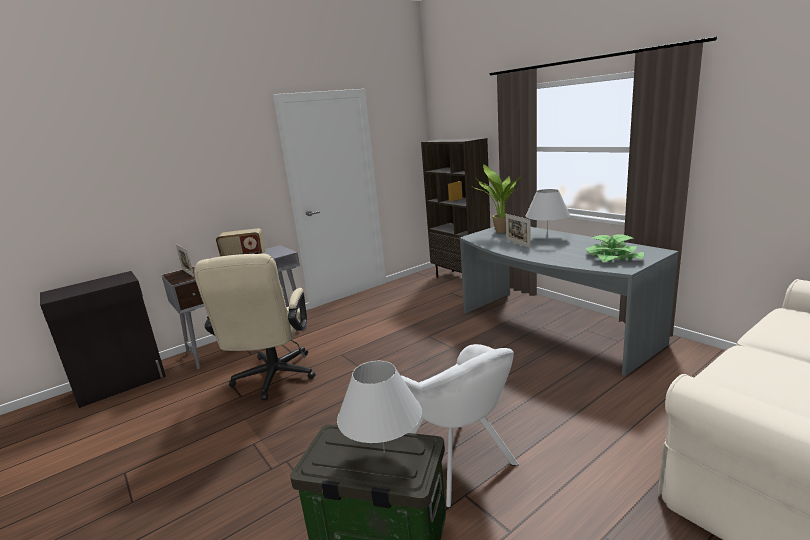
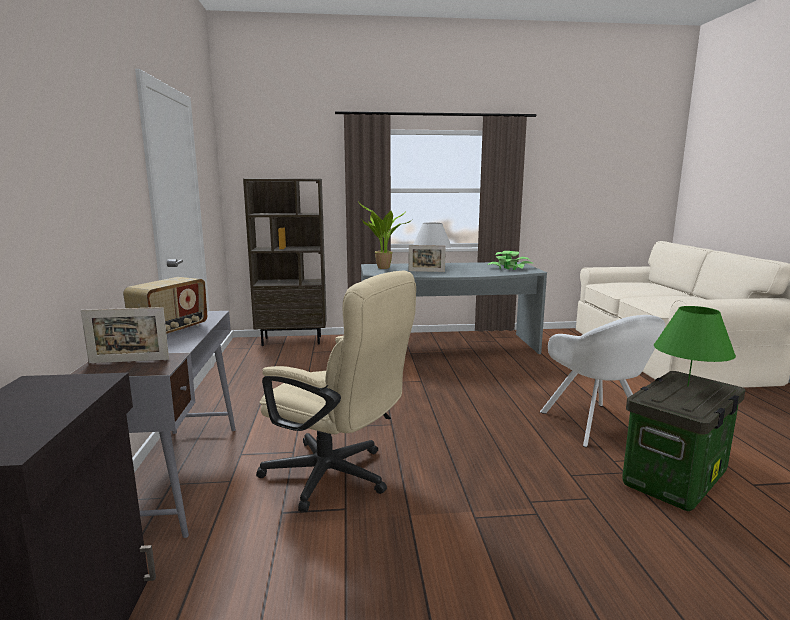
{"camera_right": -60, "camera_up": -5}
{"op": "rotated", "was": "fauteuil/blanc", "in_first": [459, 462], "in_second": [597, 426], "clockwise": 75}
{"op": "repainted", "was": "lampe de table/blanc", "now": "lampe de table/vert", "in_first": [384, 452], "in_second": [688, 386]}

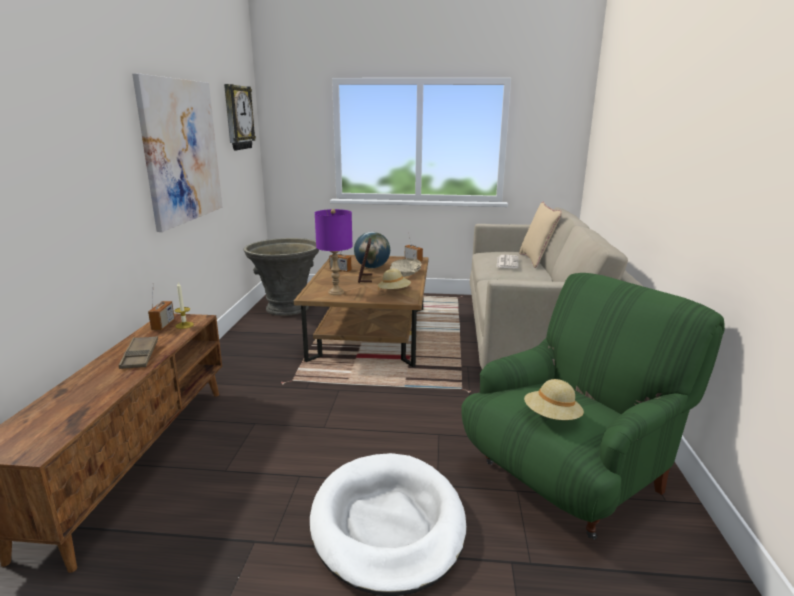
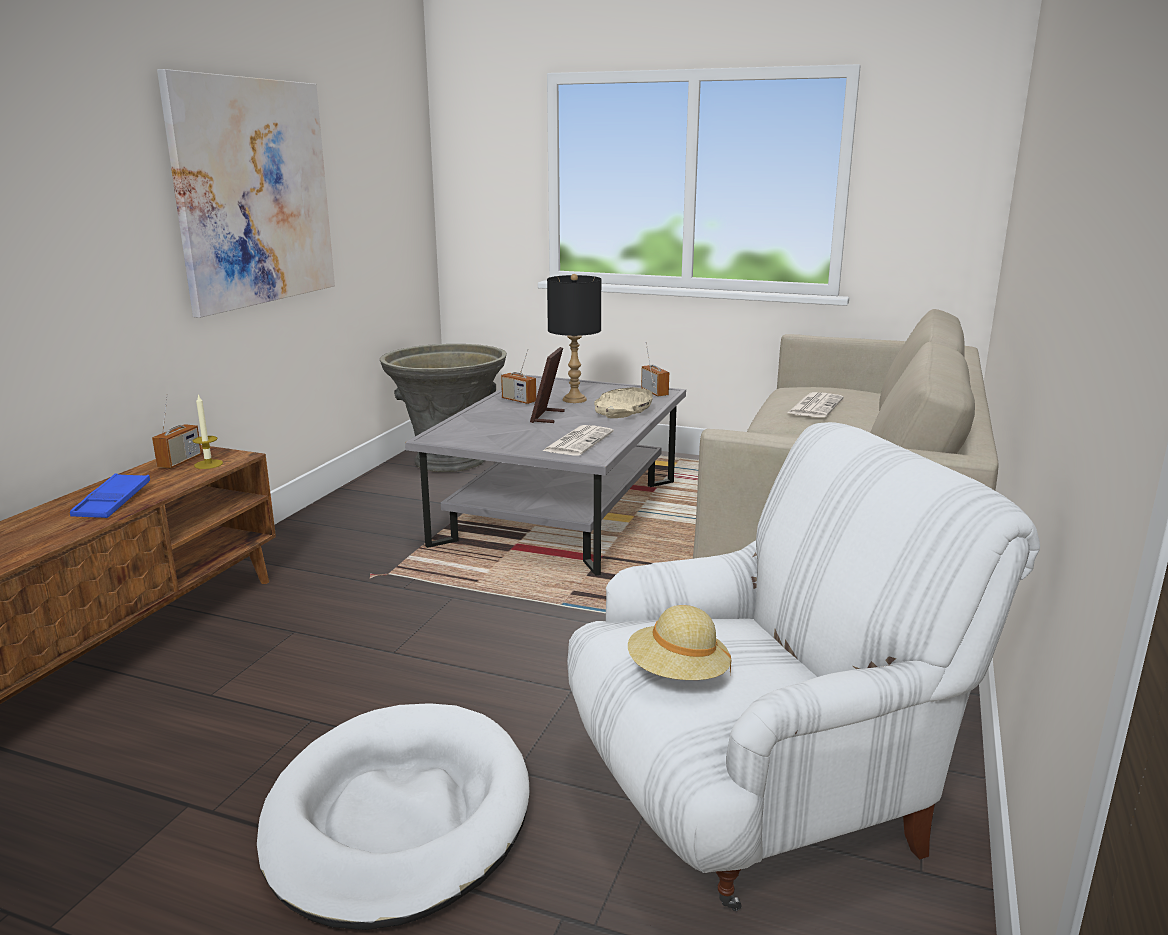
{"camera_right": 15, "camera_up": 0}
{"op": "repainted", "was": "plateau/marron", "now": "plateau/bleu", "in_first": [140, 356], "in_second": [113, 502]}
{"op": "repainted", "was": "table basse/marron", "now": "table basse/gris", "in_first": [370, 333], "in_second": [560, 512]}
{"op": "swapped", "was": "chapeau/beige", "now": "journal", "in_first": [394, 291], "in_second": [578, 441]}
{"op": "swapped", "was": "globe", "now": "lampe de table/noir", "in_first": [372, 267], "in_second": [574, 399]}
{"op": "repainted", "was": "fauteuil/vert", "now": "fauteuil/blanc", "in_first": [569, 477], "in_second": [759, 797]}
{"op": "gone", "was": "horloge murale", "in_first": [237, 117]}
{"op": "gone", "was": "lampe de table/violet", "in_first": [335, 292]}
{"op": "gone", "was": "coussin/beige", "in_first": [536, 260]}

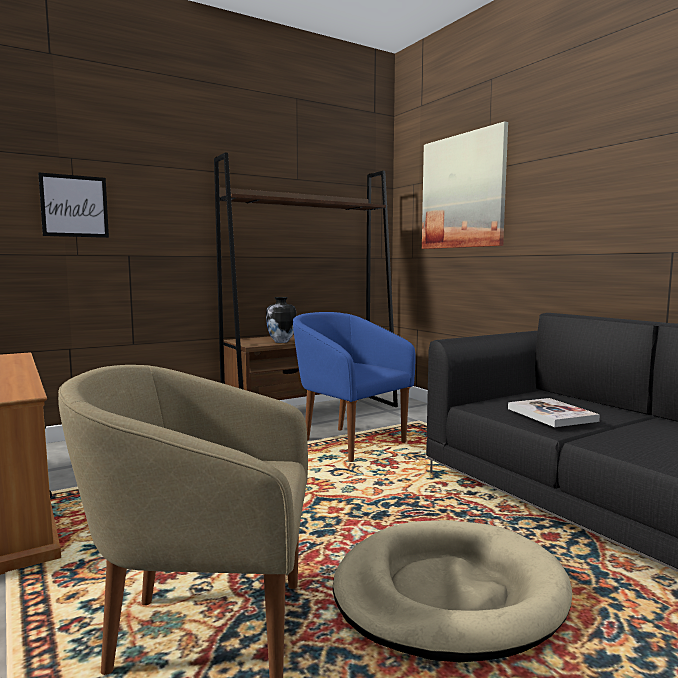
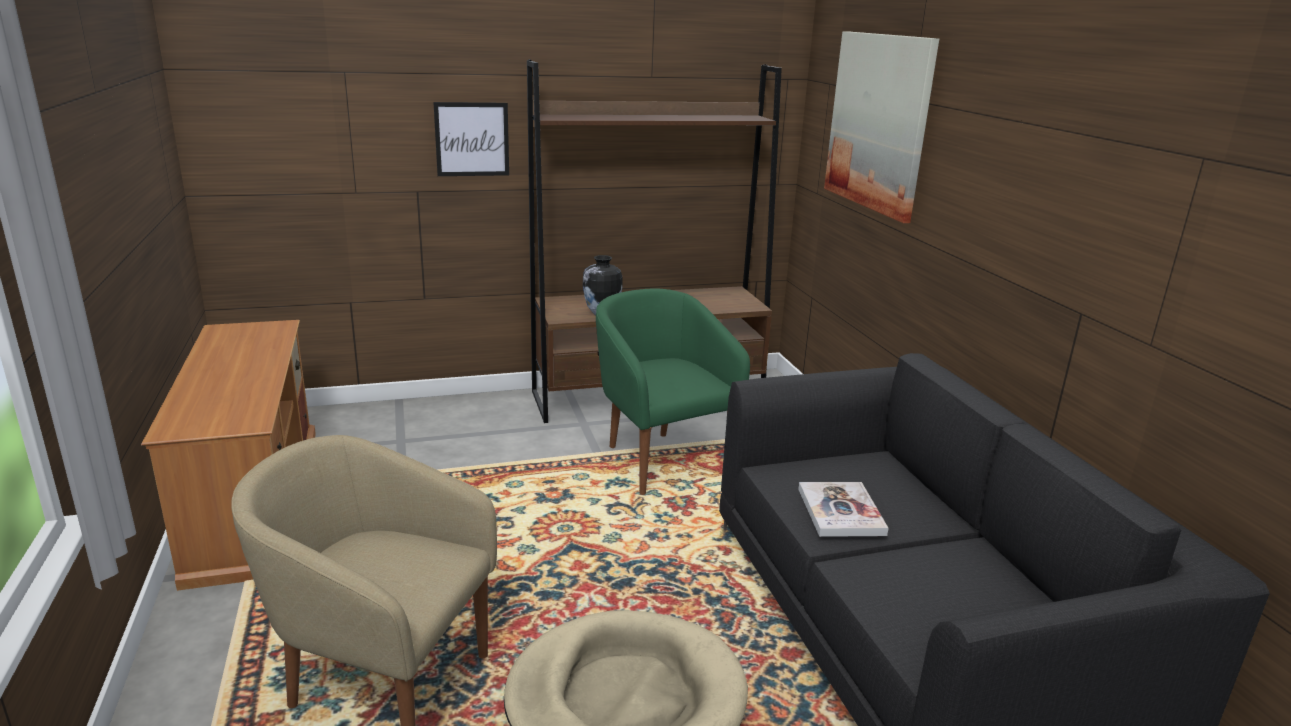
{"camera_right": 15, "camera_up": 15}
{"op": "shifted", "was": "tableau", "in_first": [74, 206], "in_second": [472, 139]}
{"op": "repainted", "was": "fauteuil/bleu", "now": "fauteuil/vert", "in_first": [349, 442], "in_second": [660, 460]}

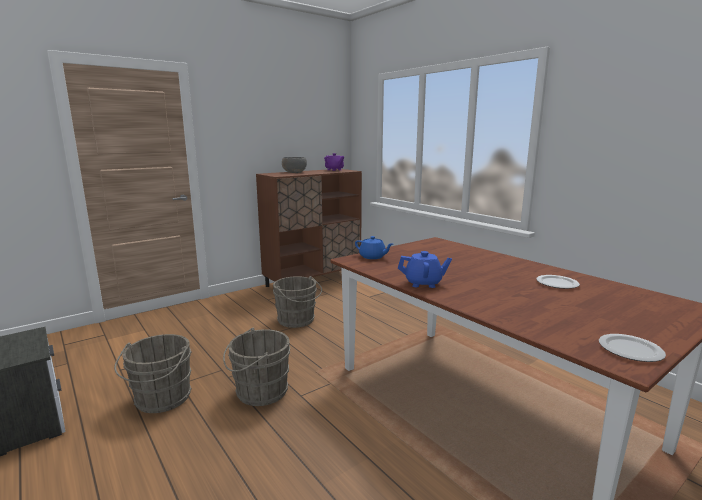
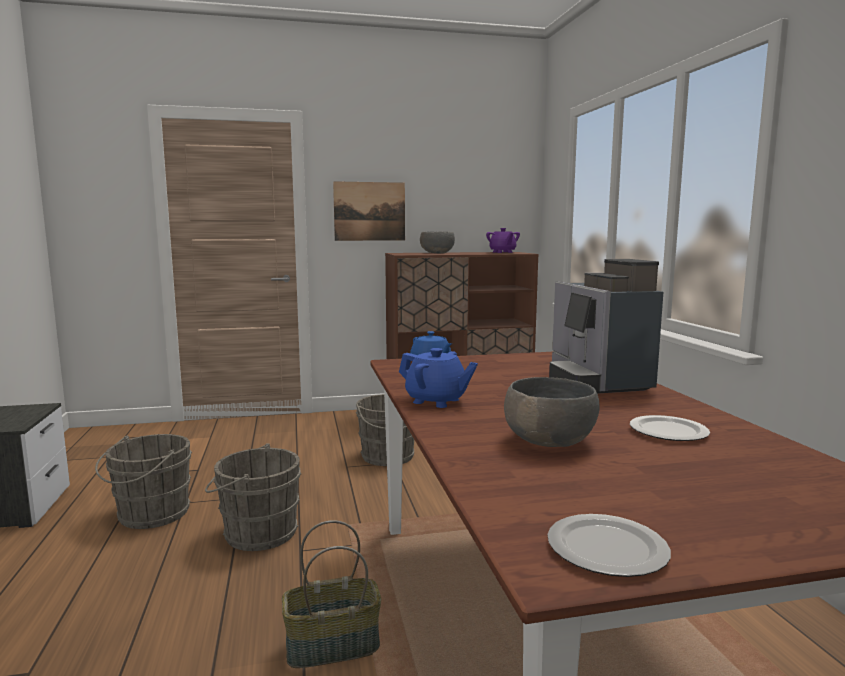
{"camera_right": 25, "camera_up": -5}
{"op": "new", "now": "panier", "in_second": [332, 647]}
{"op": "new", "now": "tableau", "in_second": [369, 211]}
{"op": "new", "now": "bol/gris", "in_second": [548, 441]}
{"op": "new", "now": "machine à café", "in_second": [596, 382]}

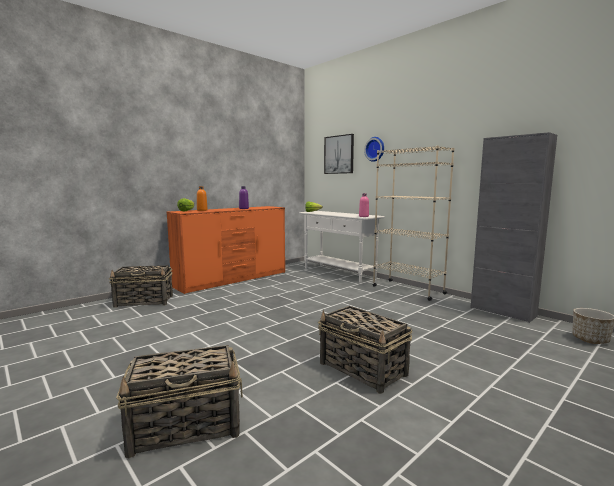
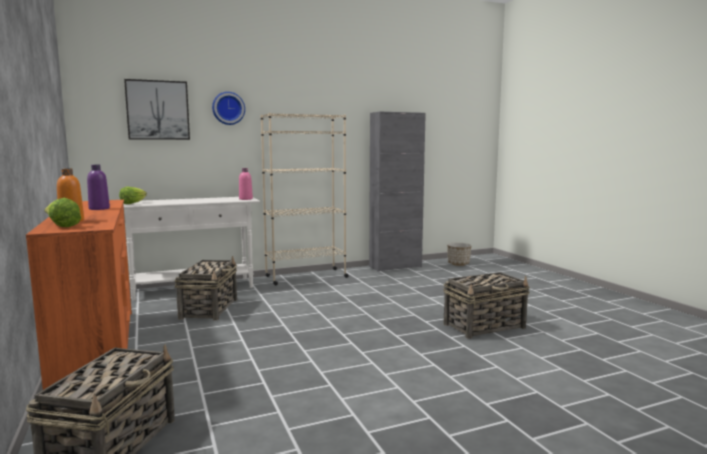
{"camera_right": -70, "camera_up": 0}
{"op": "shifted", "was": "panier", "in_first": [187, 426], "in_second": [209, 308]}

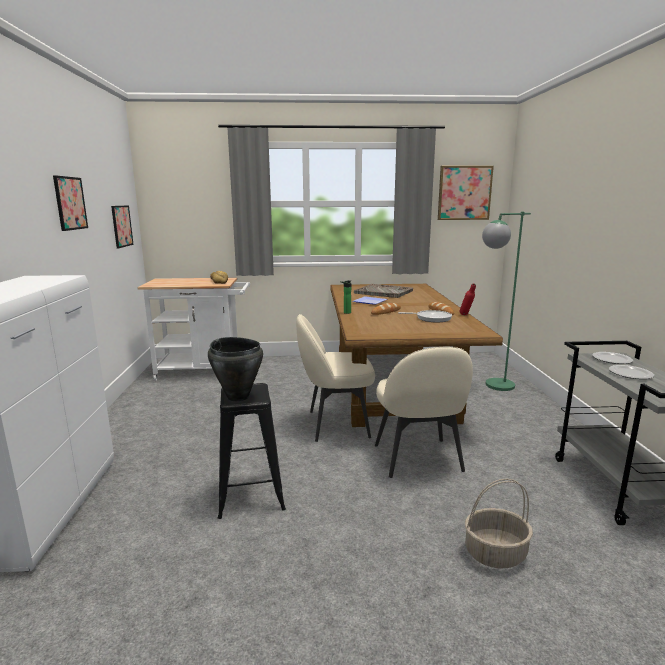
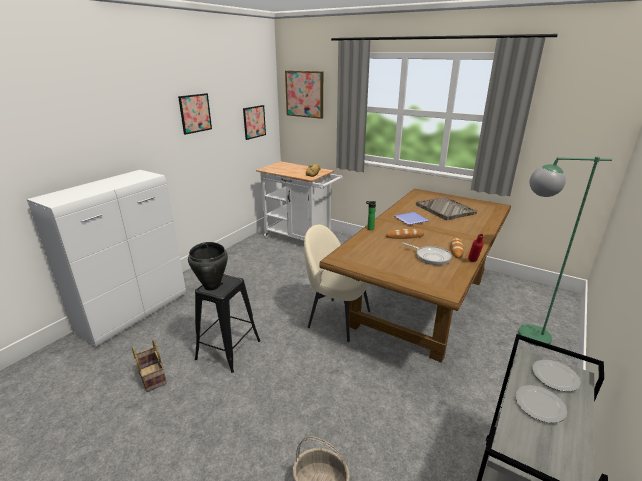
{"camera_right": 35, "camera_up": 10}
{"op": "new", "now": "panier", "in_second": [151, 376]}
{"op": "shifted", "was": "tableau", "in_first": [464, 193], "in_second": [305, 94]}
{"op": "gone", "was": "chaise/beige", "in_first": [418, 459]}

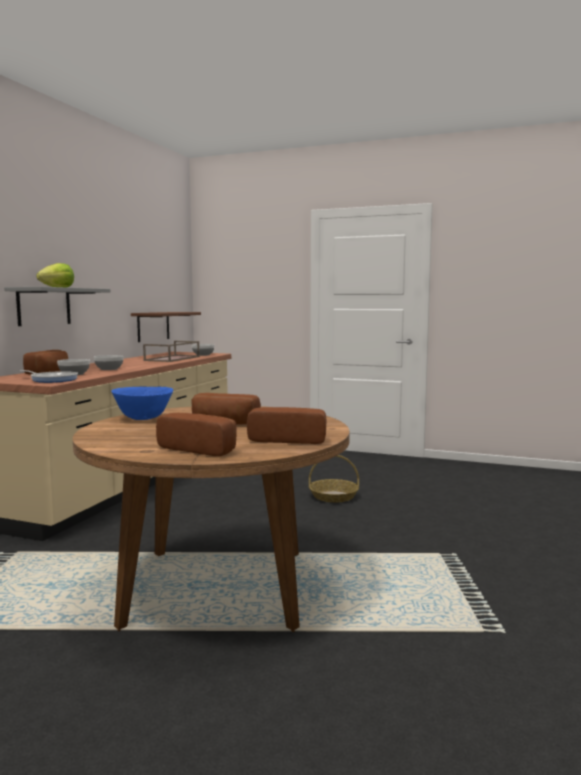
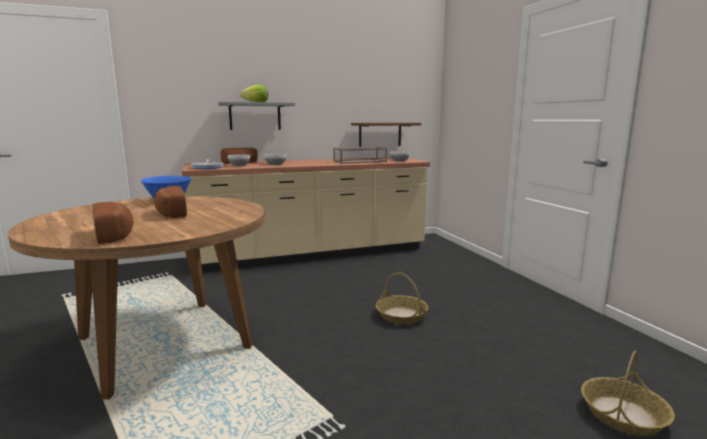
{"camera_right": 50, "camera_up": 5}
{"op": "new", "now": "panier", "in_second": [623, 415]}
{"op": "gone", "was": "pain", "in_first": [200, 449]}

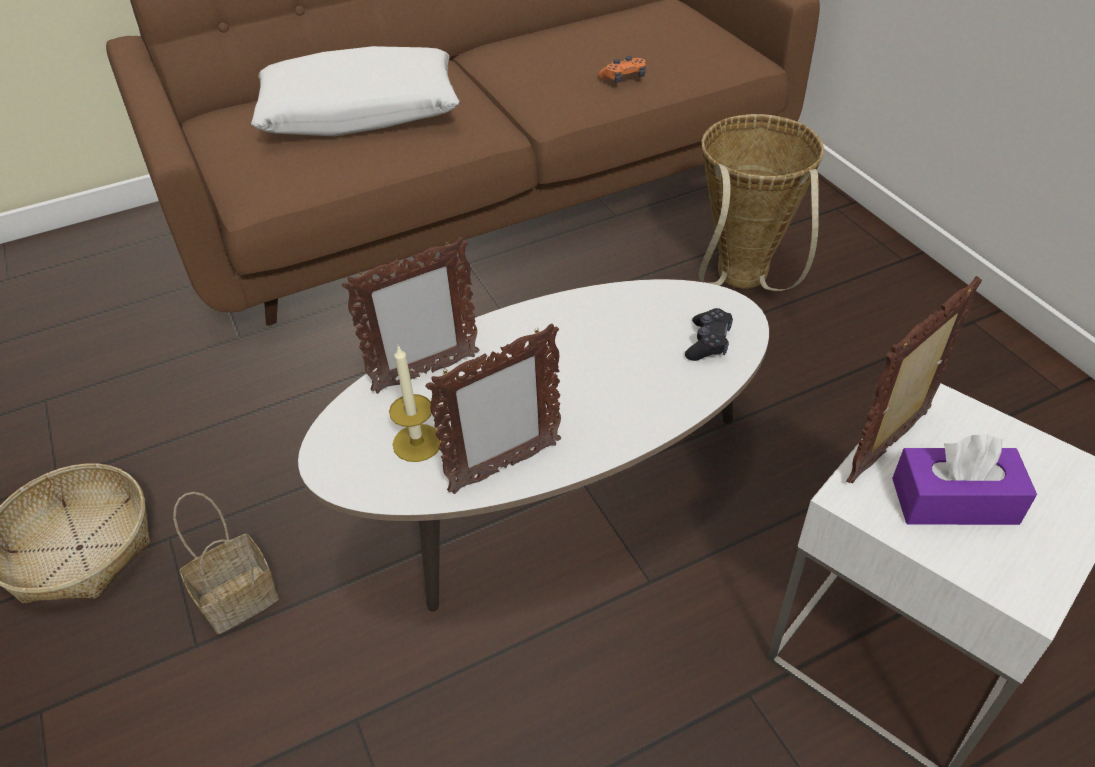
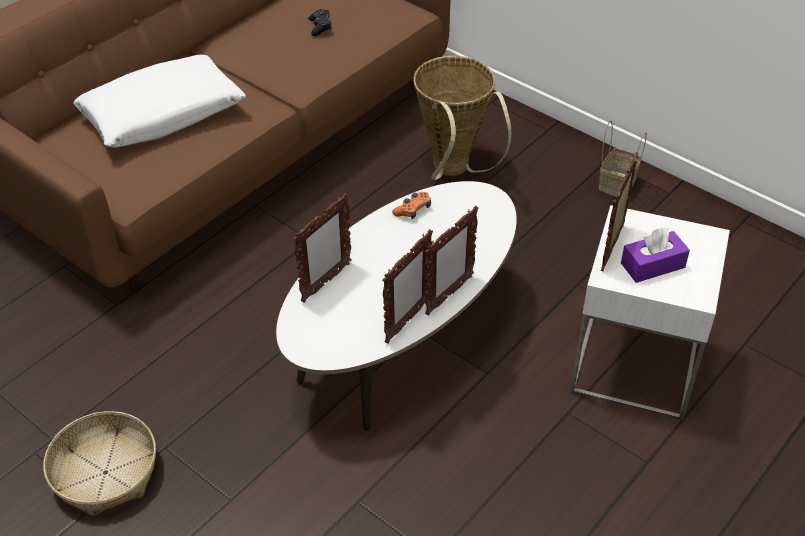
{"camera_right": -25, "camera_up": 0}
{"op": "shifted", "was": "manette/noir", "in_first": [708, 342], "in_second": [320, 27]}
{"op": "shifted", "was": "manette/orange", "in_first": [623, 78], "in_second": [413, 210]}
{"op": "new", "now": "cadre photo", "in_second": [448, 295]}
{"op": "shifted", "was": "panier", "in_first": [240, 596], "in_second": [616, 183]}
{"op": "gone", "was": "bougie", "in_first": [417, 443]}

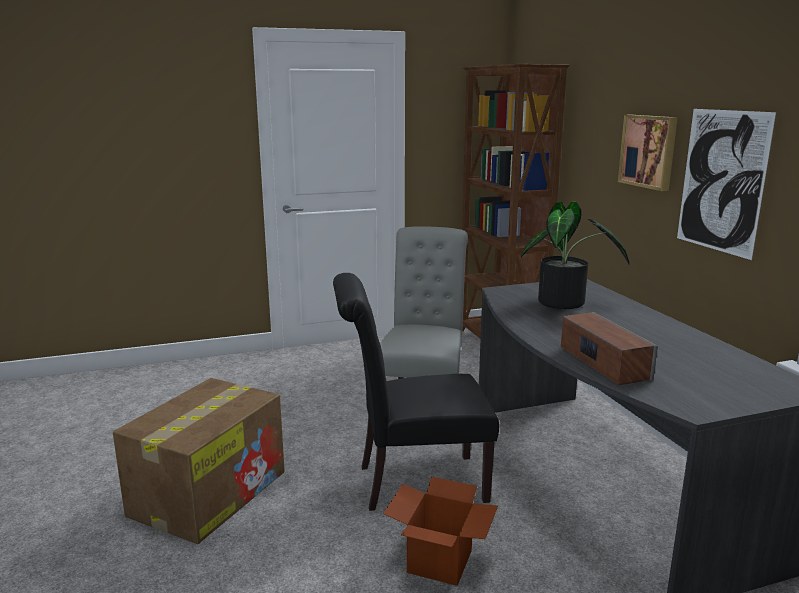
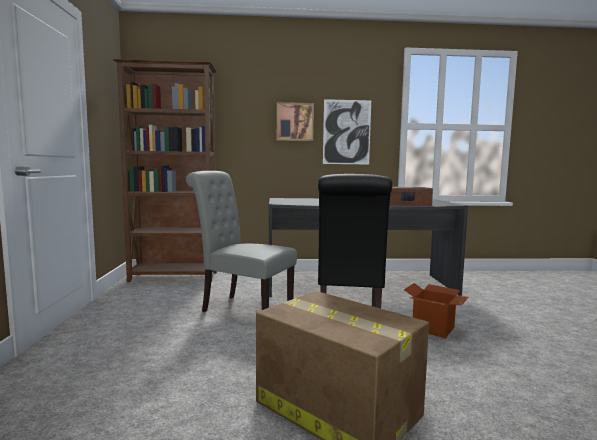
{"camera_right": -75, "camera_up": -10}
{"op": "gone", "was": "plante en pot", "in_first": [566, 304]}

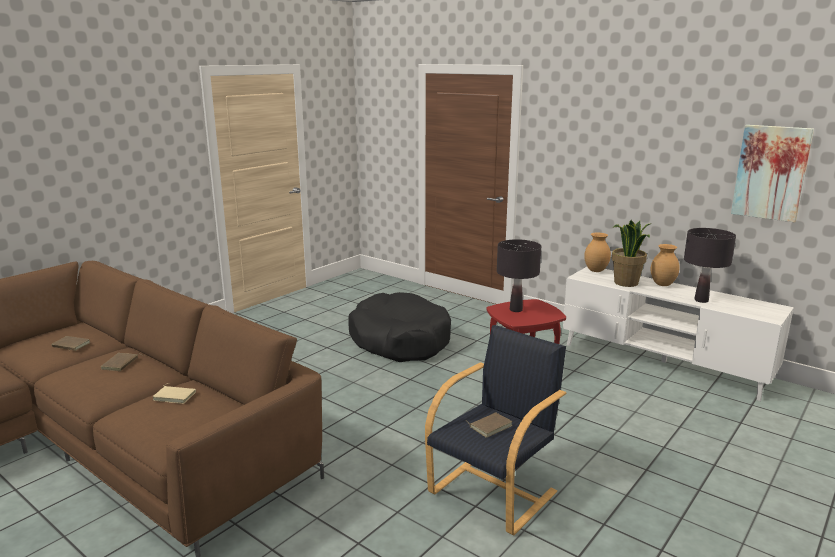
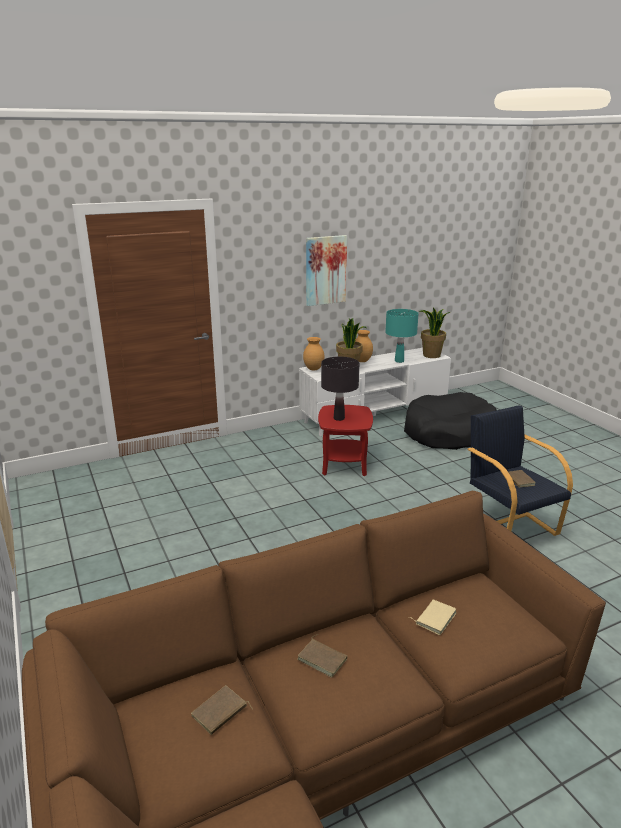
{"camera_right": -65, "camera_up": 5}
{"op": "shifted", "was": "tableau", "in_first": [771, 172], "in_second": [325, 270]}
{"op": "repainted", "was": "lampe de table/noir", "now": "lampe de table/turquoise", "in_first": [701, 300], "in_second": [399, 361]}
{"op": "shifted", "was": "panier pour chien/noir", "in_first": [400, 340], "in_second": [448, 433]}
{"op": "new", "now": "plante en pot", "in_second": [431, 355]}

